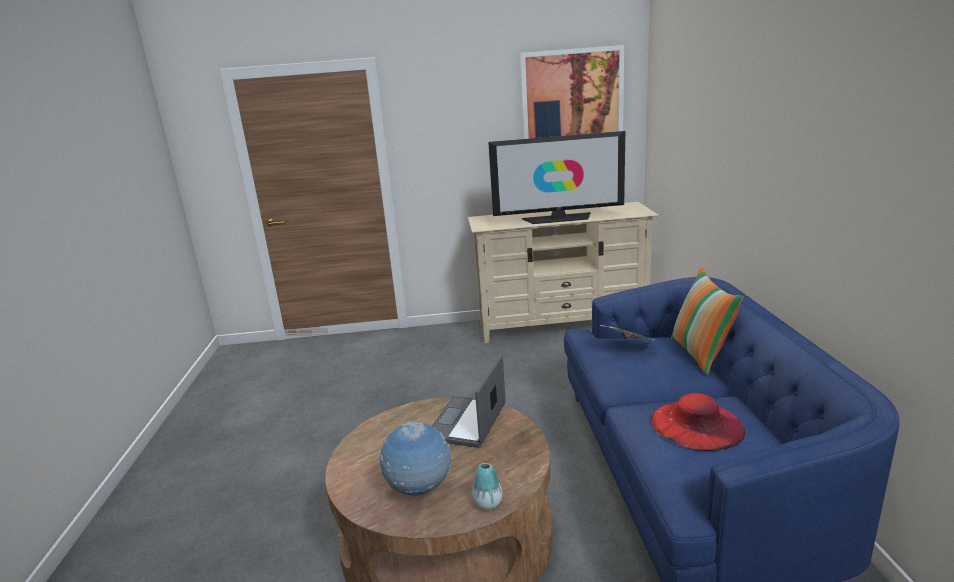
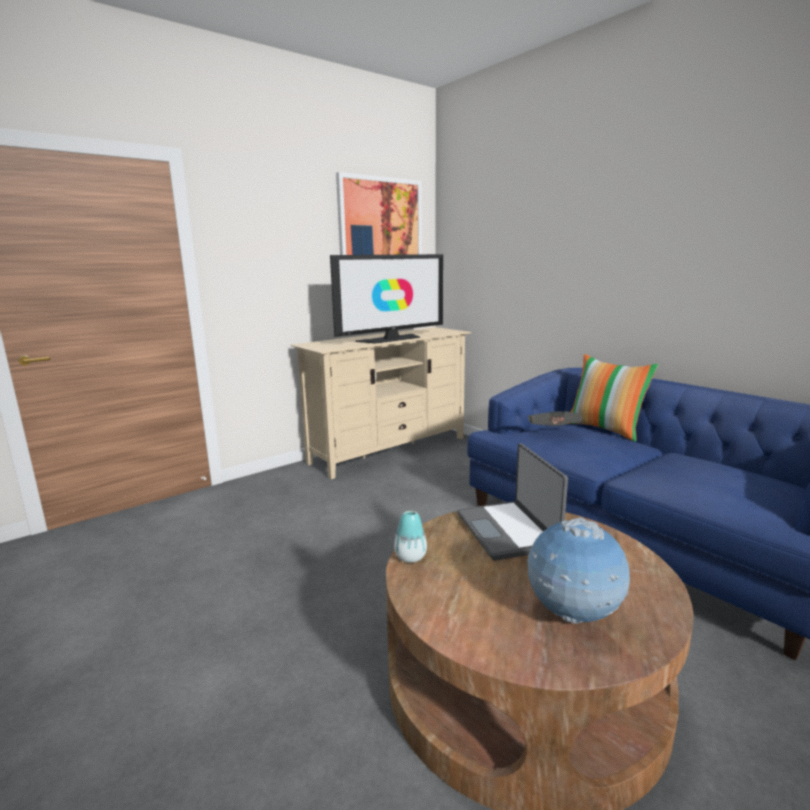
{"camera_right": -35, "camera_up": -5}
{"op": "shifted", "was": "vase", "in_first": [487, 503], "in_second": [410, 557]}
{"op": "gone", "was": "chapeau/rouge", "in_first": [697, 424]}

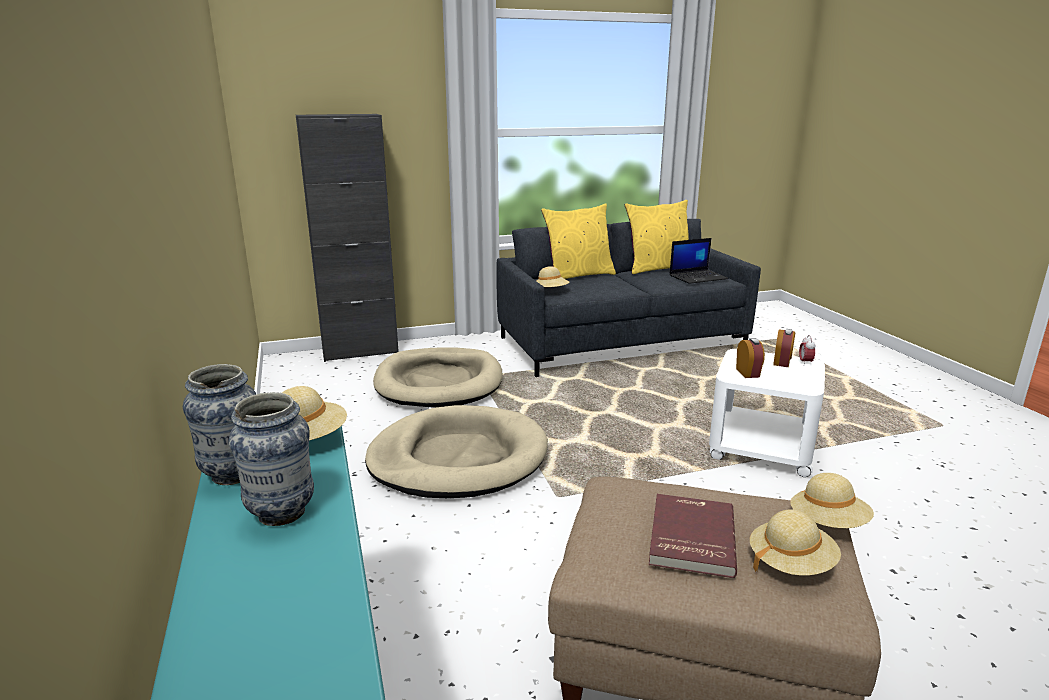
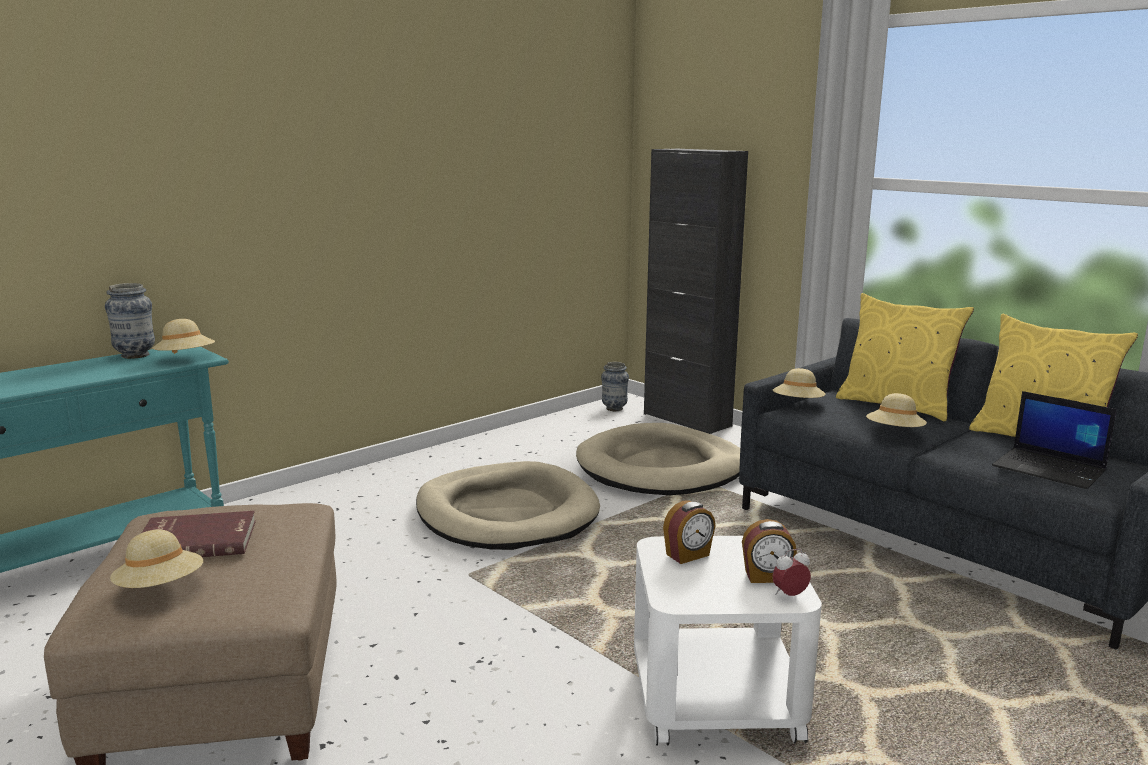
{"camera_right": 65, "camera_up": -5}
{"op": "shifted", "was": "vase", "in_first": [281, 513], "in_second": [614, 409]}
{"op": "shifted", "was": "chapeau/beige", "in_first": [828, 523], "in_second": [894, 433]}

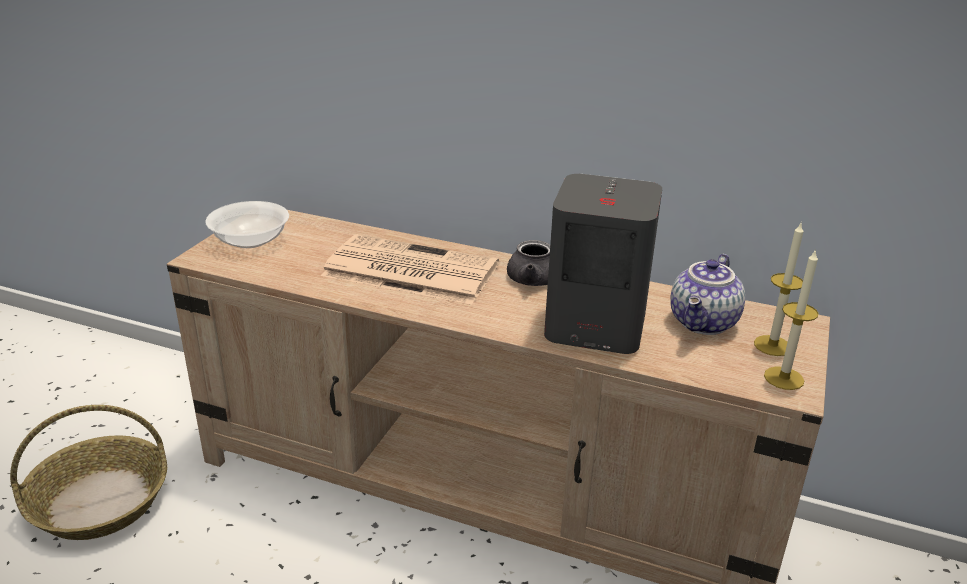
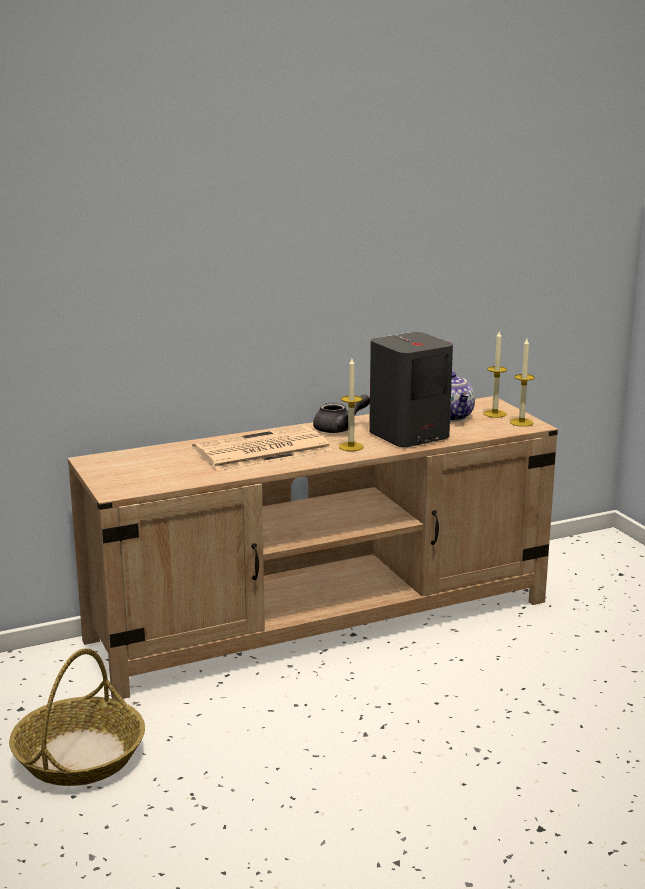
{"camera_right": -45, "camera_up": -10}
{"op": "new", "now": "bougie", "in_second": [351, 447]}
{"op": "gone", "was": "bol", "in_first": [251, 240]}

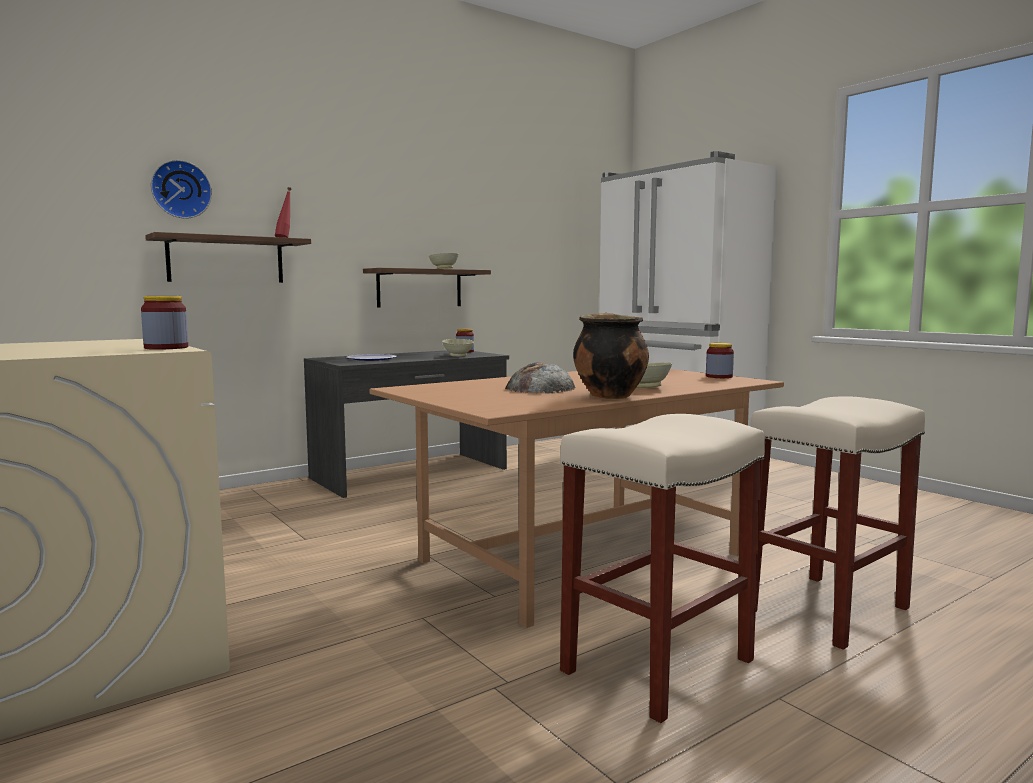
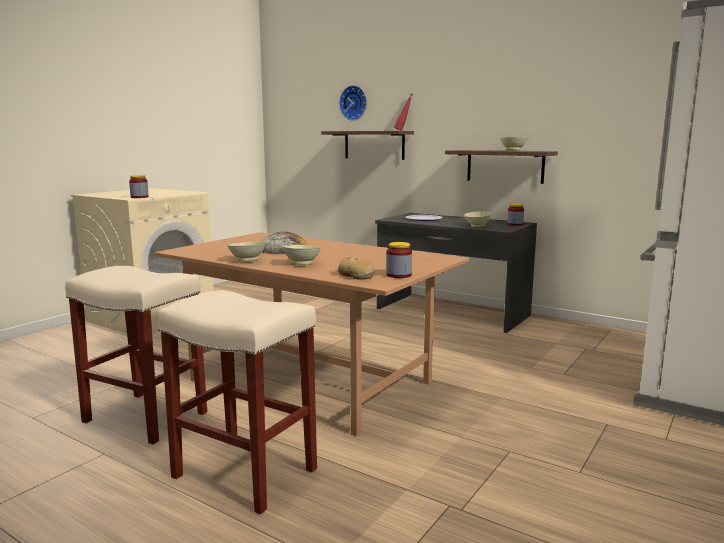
{"camera_right": 70, "camera_up": 5}
{"op": "swapped", "was": "marmite", "now": "bol/beige", "in_first": [608, 396], "in_second": [247, 260]}
{"op": "new", "now": "pain", "in_second": [356, 276]}

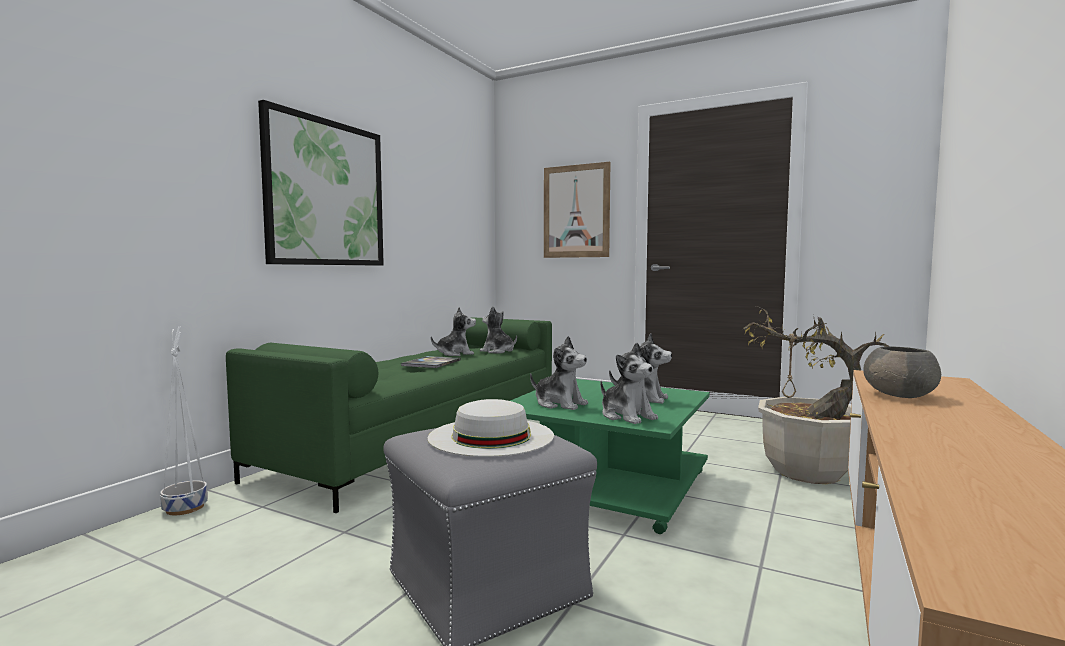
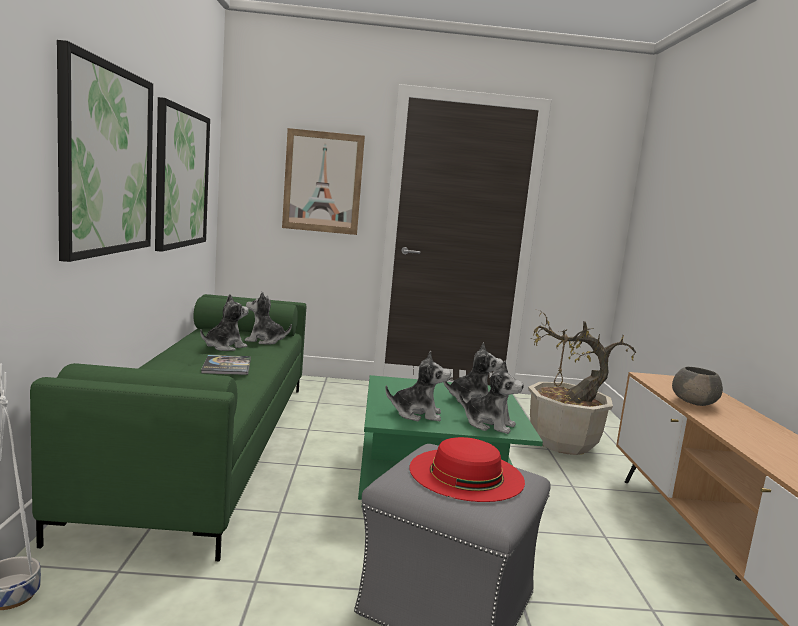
{"camera_right": -30, "camera_up": 5}
{"op": "new", "now": "tableau", "in_second": [181, 178]}
{"op": "repainted", "was": "chapeau/blanc", "now": "chapeau/rouge", "in_first": [491, 436], "in_second": [466, 474]}

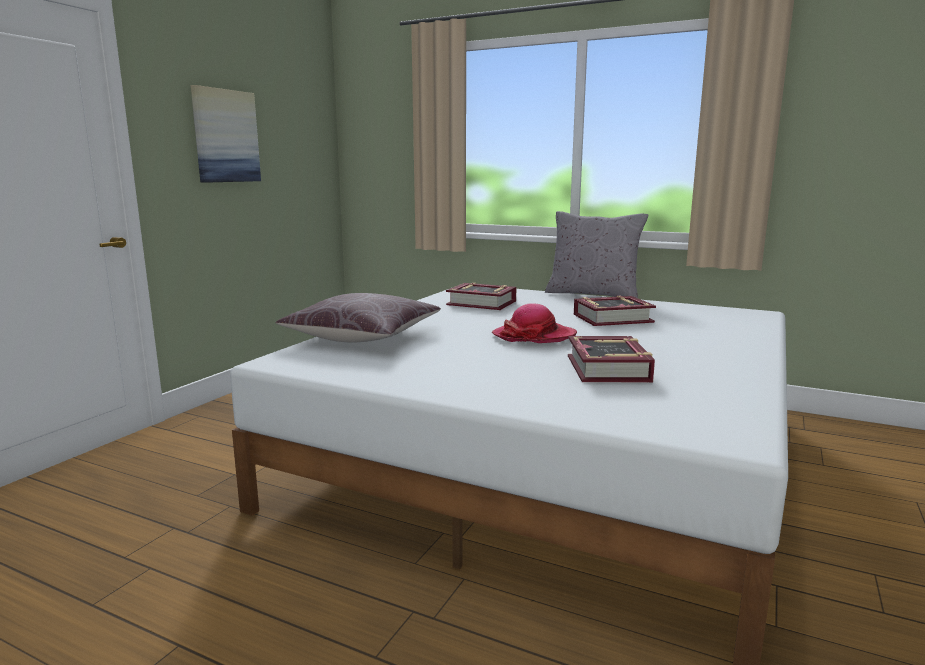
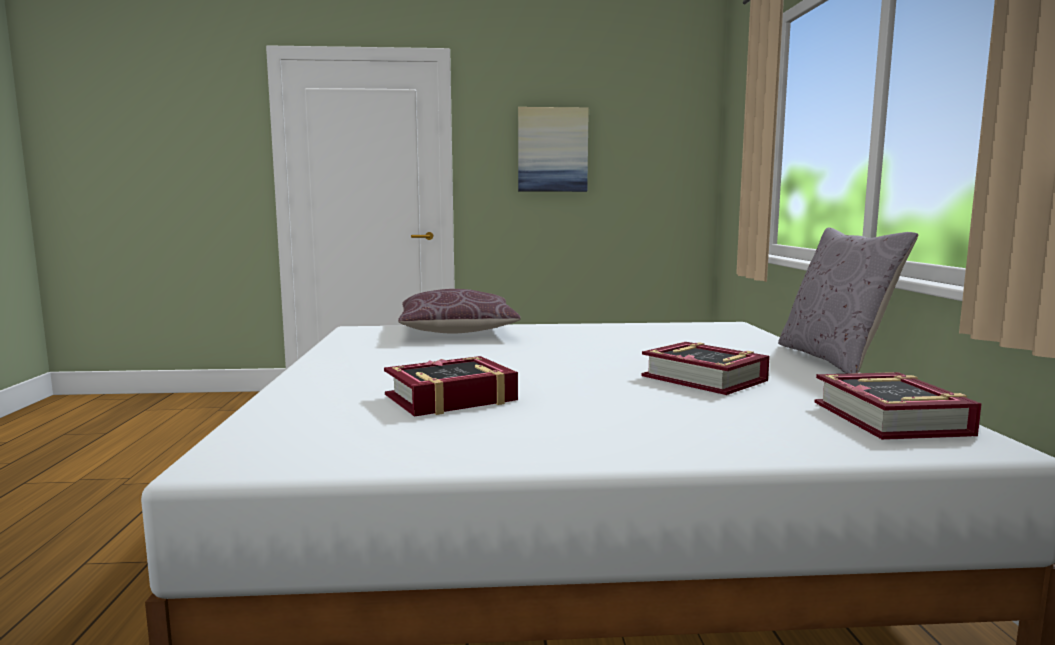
{"camera_right": 60, "camera_up": -5}
{"op": "shifted", "was": "livre", "in_first": [481, 303], "in_second": [891, 418]}
{"op": "gone", "was": "chapeau", "in_first": [534, 336]}

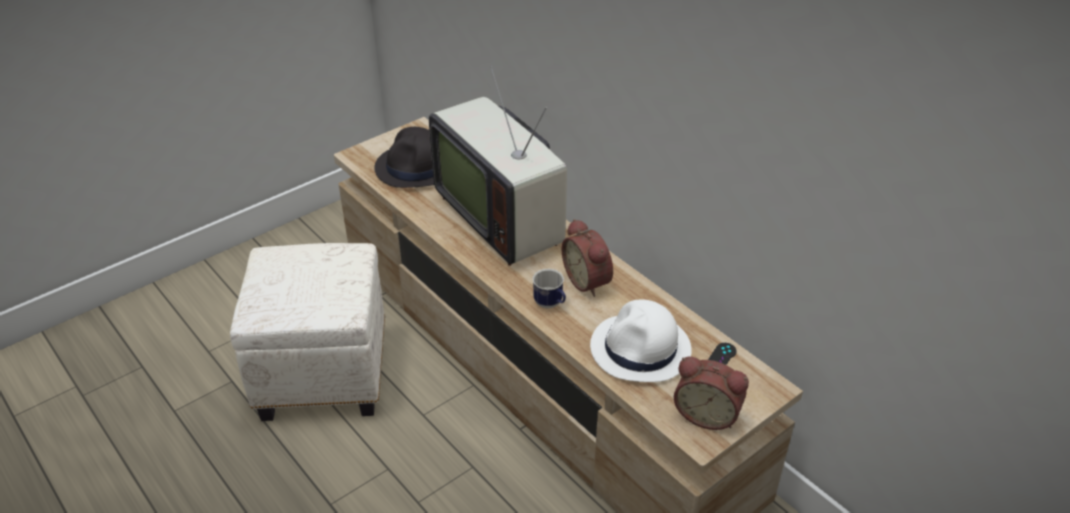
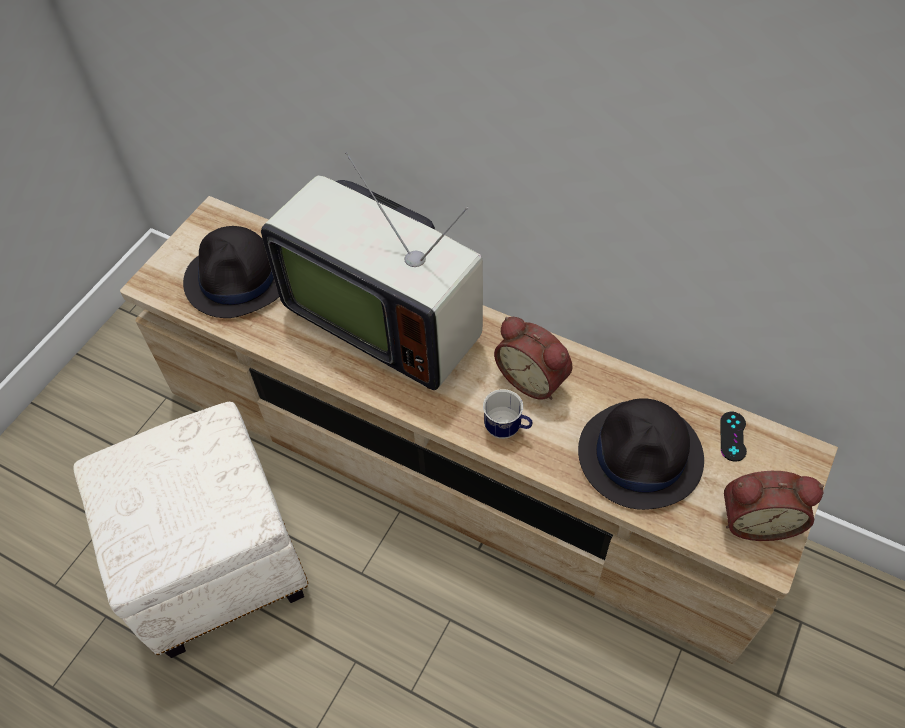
{"camera_right": -20, "camera_up": 15}
{"op": "repainted", "was": "chapeau/blanc", "now": "chapeau/noir", "in_first": [641, 349], "in_second": [641, 456]}

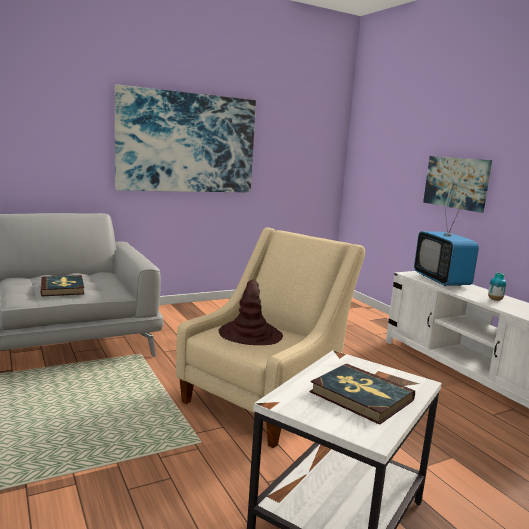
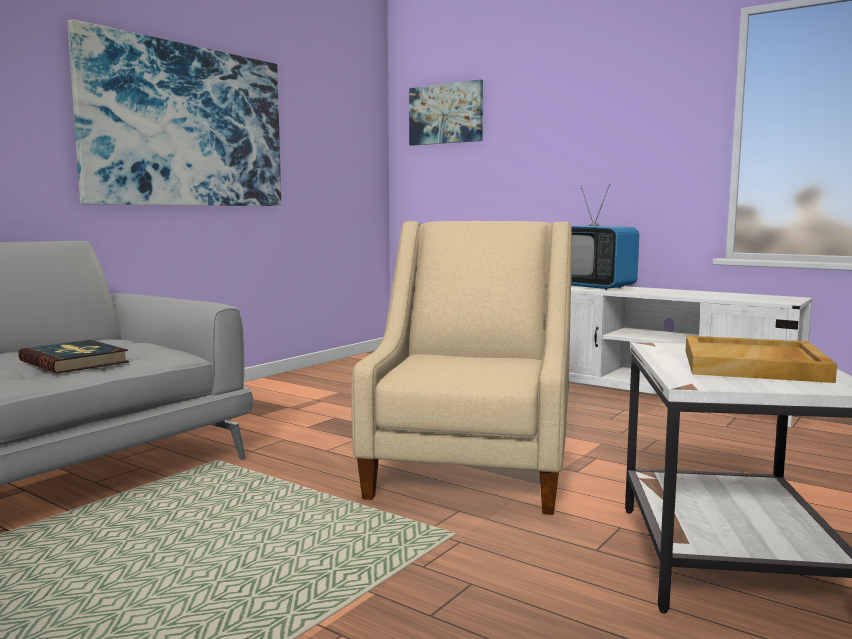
{"camera_right": -25, "camera_up": -5}
{"op": "shifted", "was": "tableau", "in_first": [456, 182], "in_second": [446, 114]}
{"op": "swapped", "was": "livre", "now": "plateau/beige", "in_first": [361, 396], "in_second": [754, 365]}
{"op": "gone", "was": "chapeau/marron", "in_first": [250, 334]}
{"op": "gone", "was": "vase", "in_first": [495, 300]}

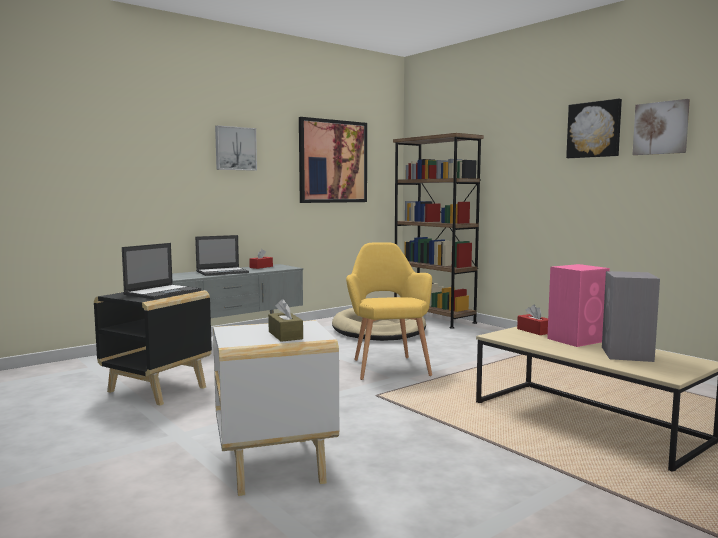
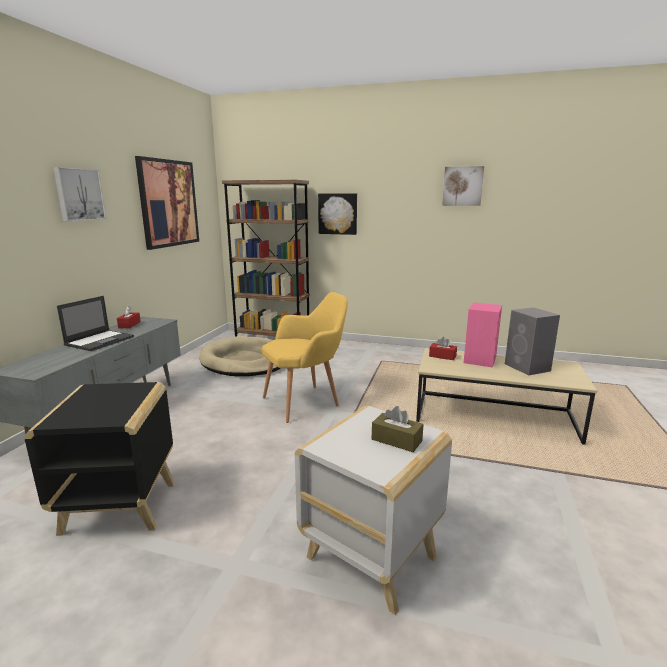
{"camera_right": -35, "camera_up": 10}
{"op": "rotated", "was": "fauteuil/jaune", "in_first": [387, 366], "in_second": [306, 402], "clockwise": 105}
{"op": "shifted", "was": "tableau", "in_first": [594, 129], "in_second": [338, 214]}
{"op": "gone", "was": "ordinateur portable", "in_first": [163, 292]}

